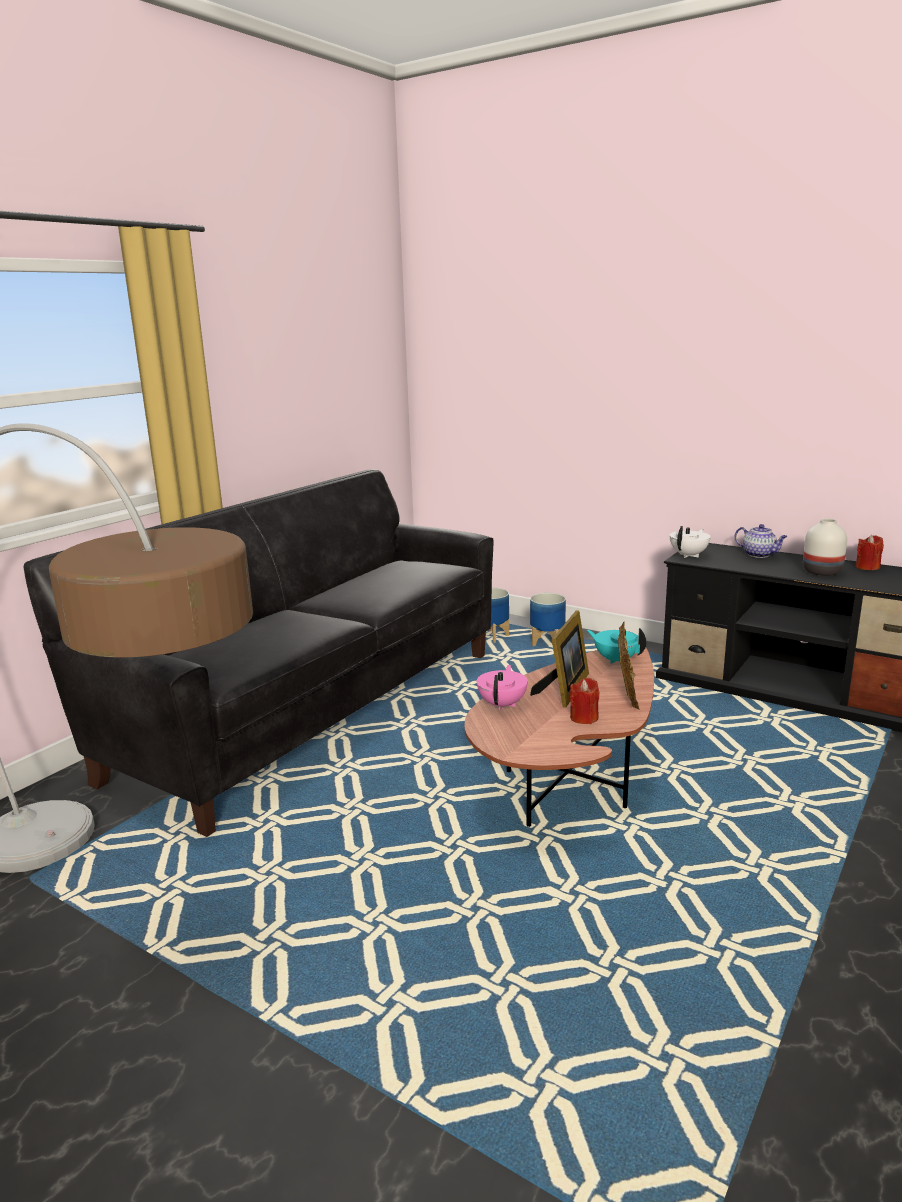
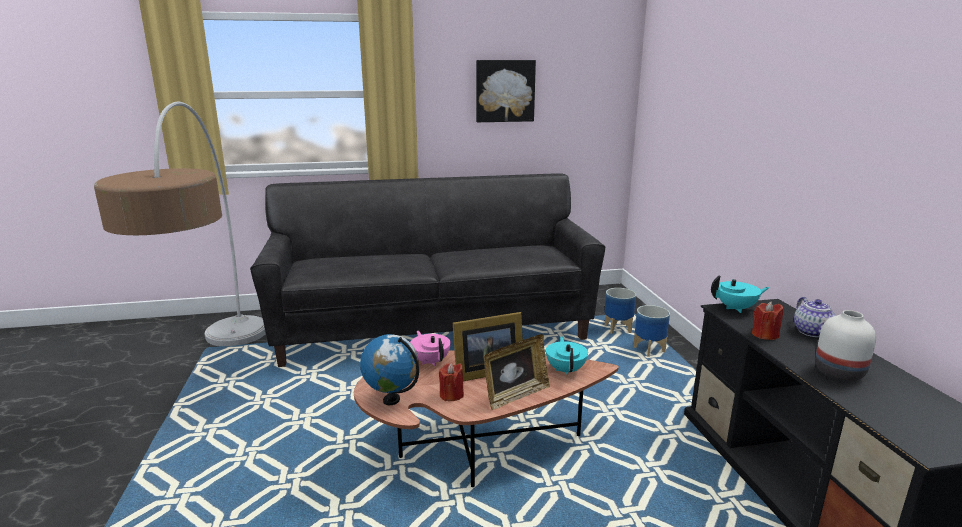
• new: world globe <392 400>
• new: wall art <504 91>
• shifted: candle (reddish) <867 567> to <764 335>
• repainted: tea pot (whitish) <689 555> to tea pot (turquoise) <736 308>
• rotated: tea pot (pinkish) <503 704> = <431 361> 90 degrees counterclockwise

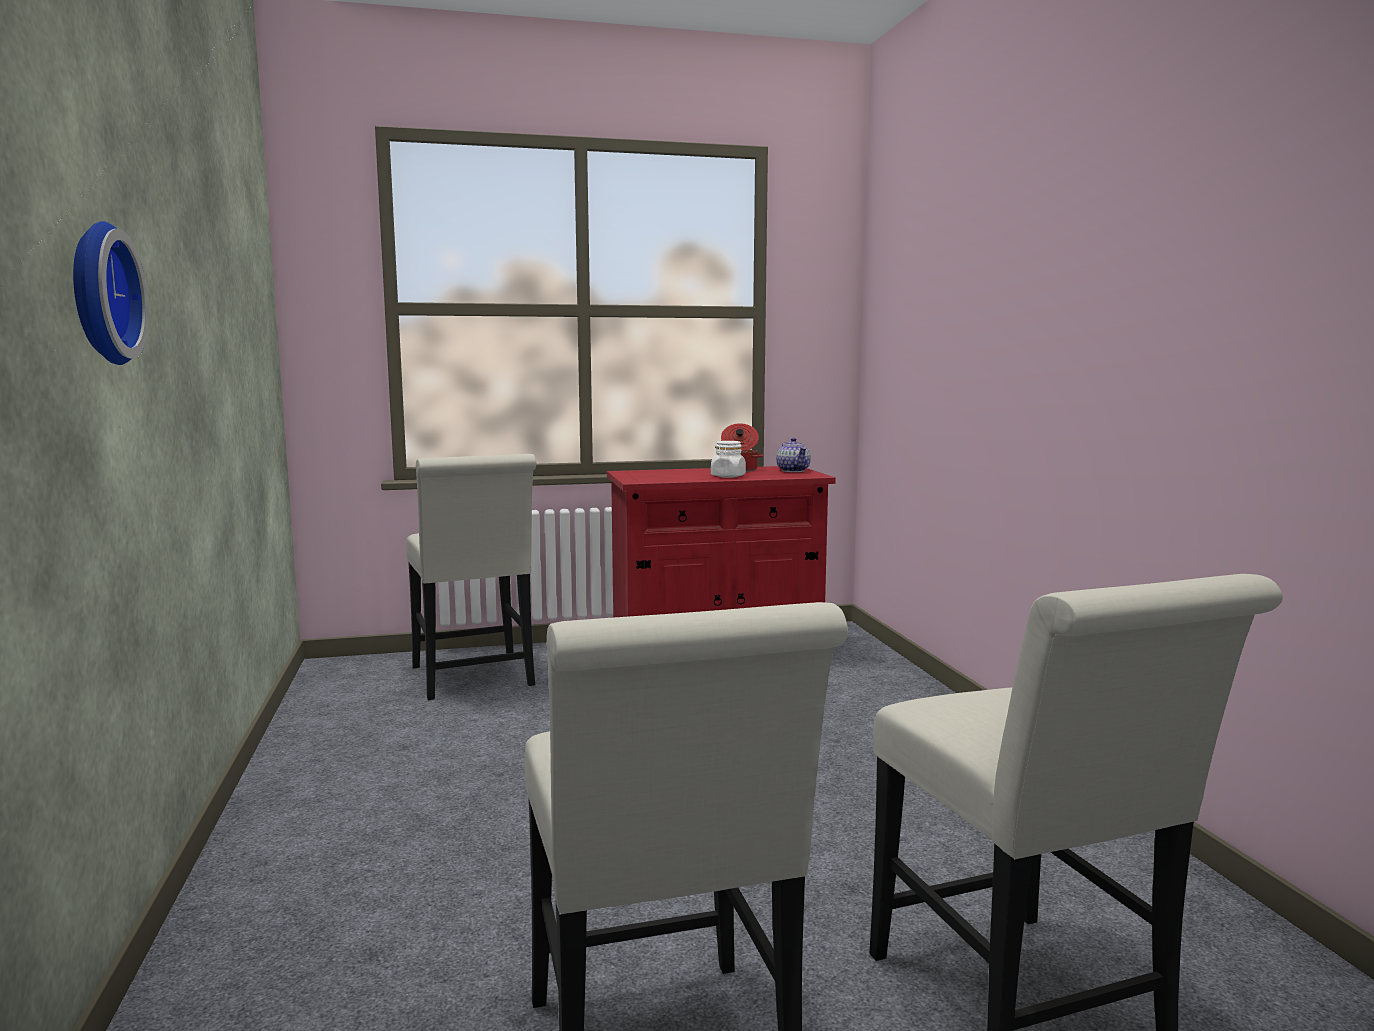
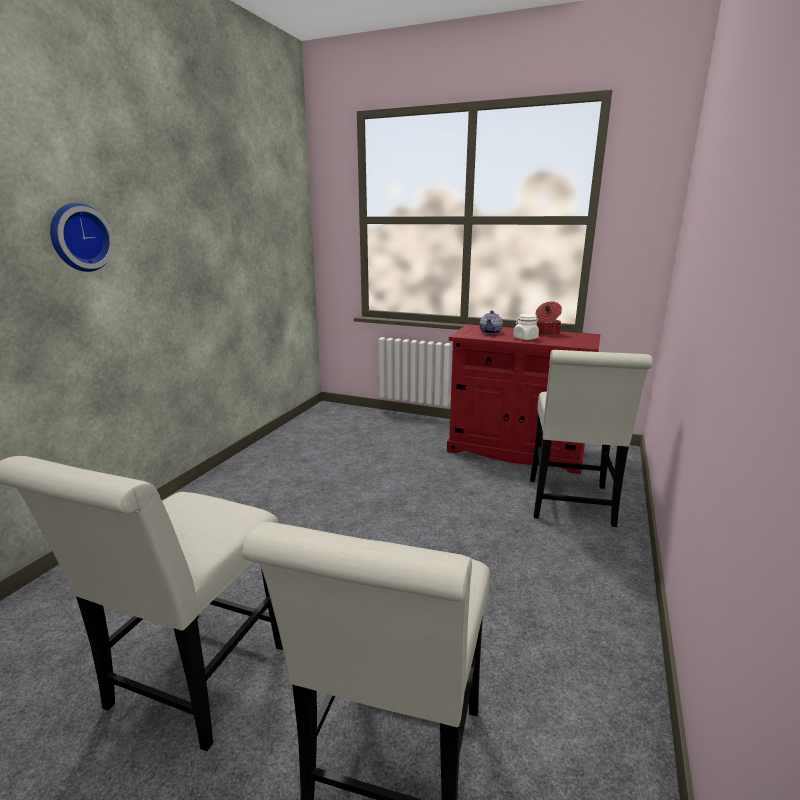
• shifted: chair (whitish) <474 679> to <571 506>
• shifted: tea pot <793 470> to <491 332>

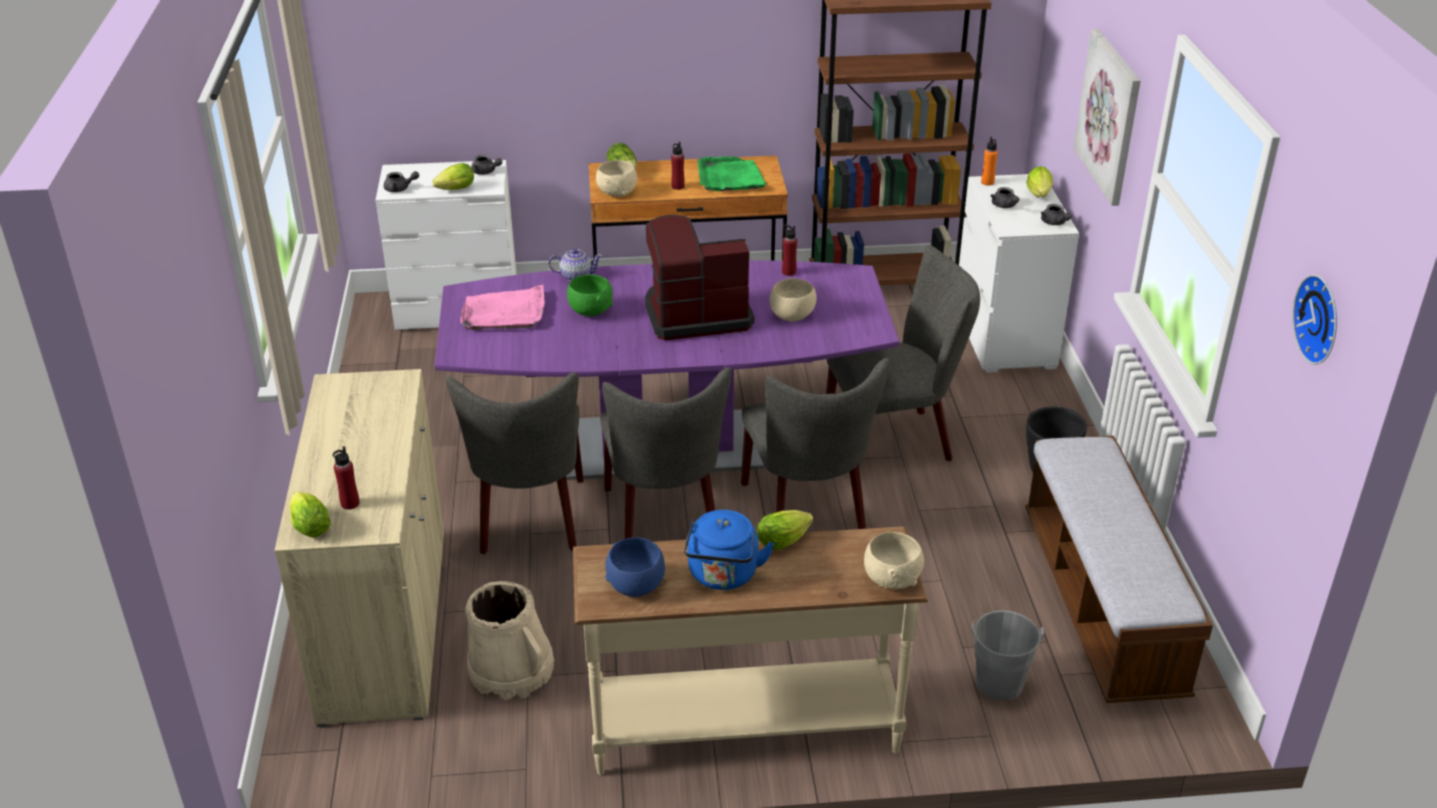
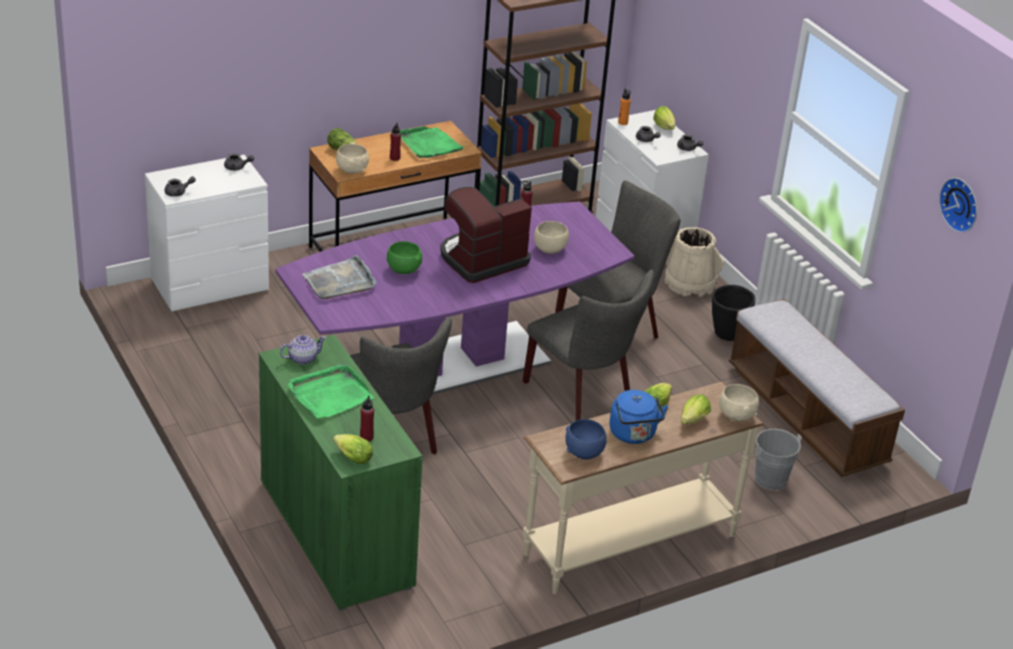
• gone: chair (gray) <665 521>
• gone: wall art <1110 116>
• new: tray (green-coloured) <329 395>
• shifted: lettuce <454 190> to <692 421>
• shifted: water bucket (beige-coloured) <511 669> to <689 283>
• shifted: tea pot <576 276> to <302 358>
• repainted: storage cabinet (beige-coloured) <385 625> to storage cabinet (green-coloured) <336 534>
• repainted: tray (pinkish) <504 312> to tray (gray) <340 281>

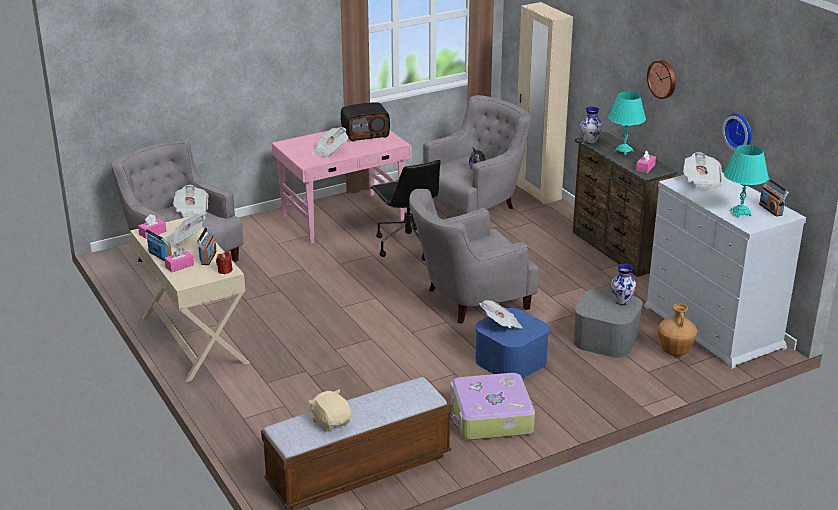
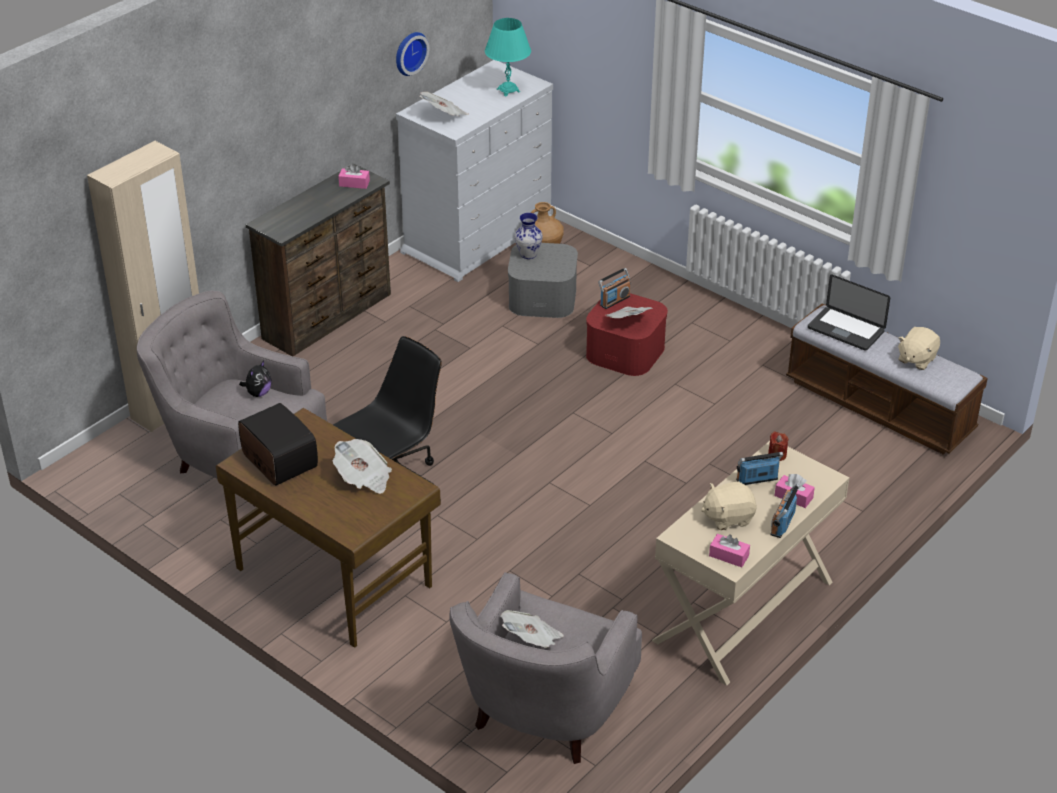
• gone: lounge chair (gray) <469 300>
• gone: suitcase <490 417>
• gone: decorative vase <589 141>
• gone: tabletop lamp (turquoise) <624 151>
• gone: hanging clock <662 79>
• new: notebook computer <846 330>
• shifted: radio set <771 209> to <614 300>
• swapped: daily paper <185 240> to soft toy (beige-coloured) <728 517>
• repainted: desk table (pinkish) <344 218> to desk table (brown) <334 575>
• repainted: storage container (blue) <510 361> to storage container (reddish) <625 351>

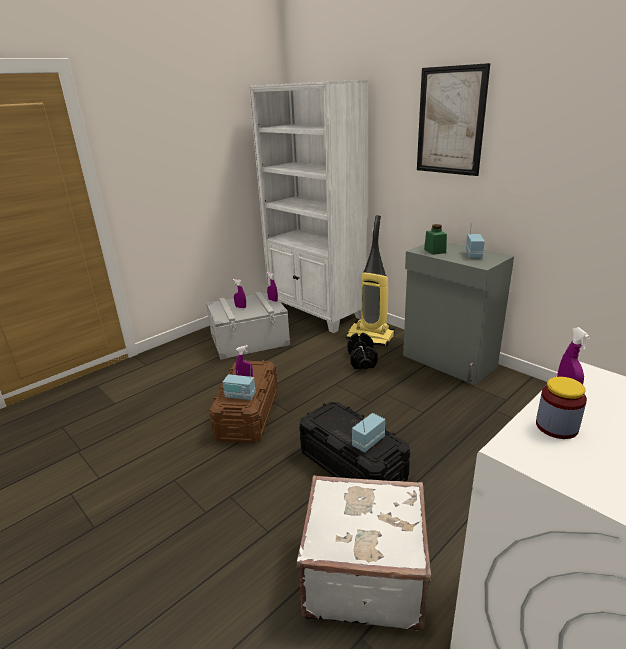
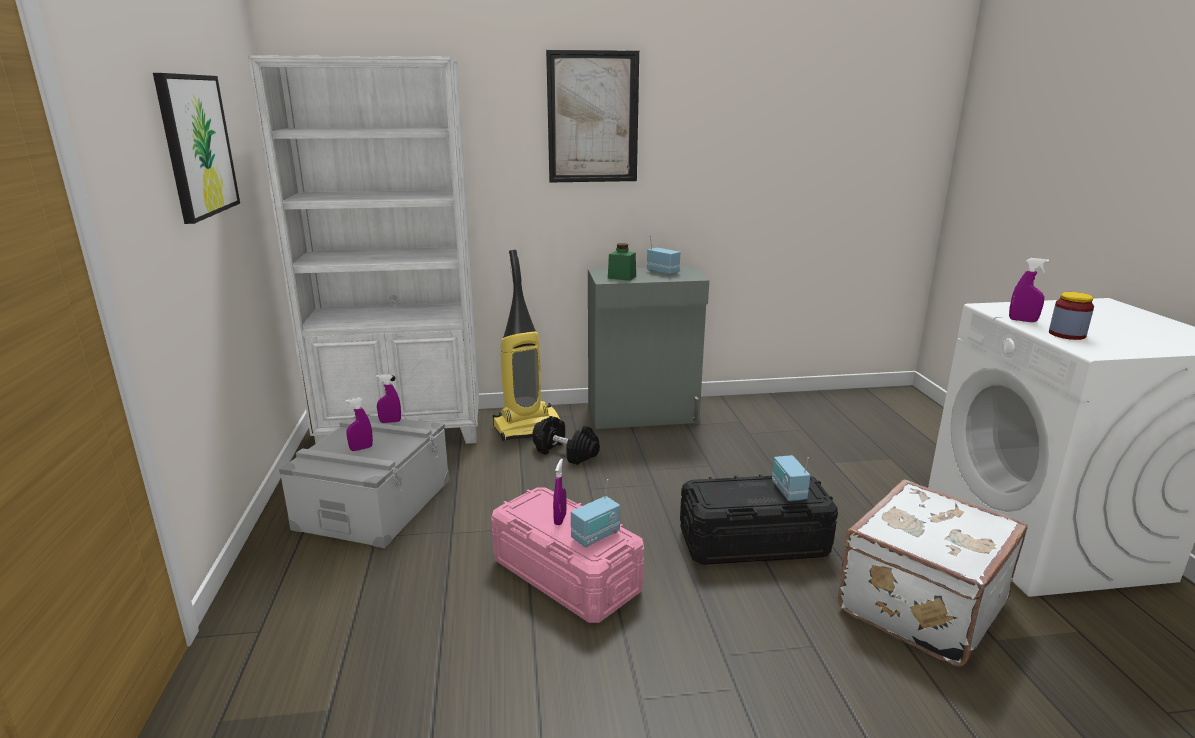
• new: wall art <197 146>
• repainted: storage container (brown) <248 414> to storage container (pinkish) <566 575>

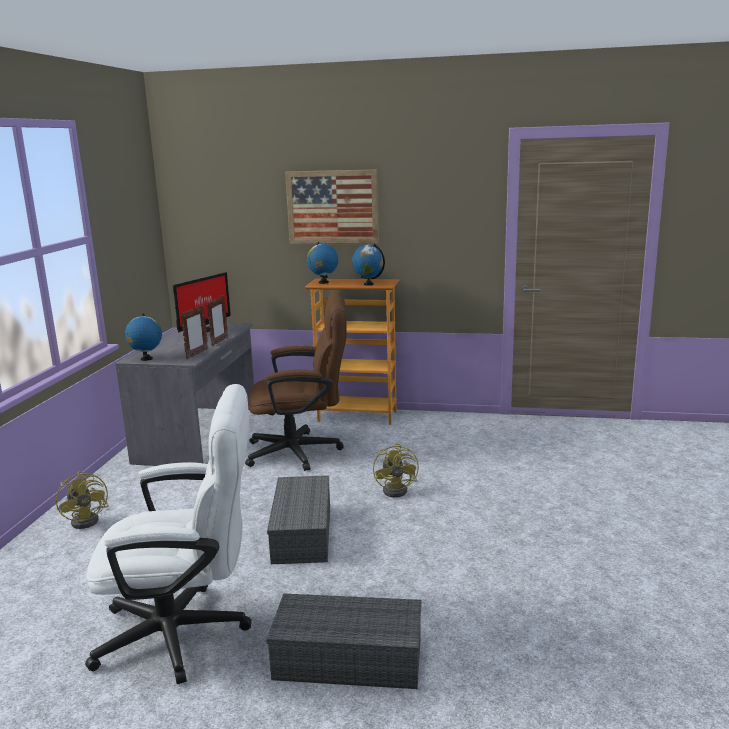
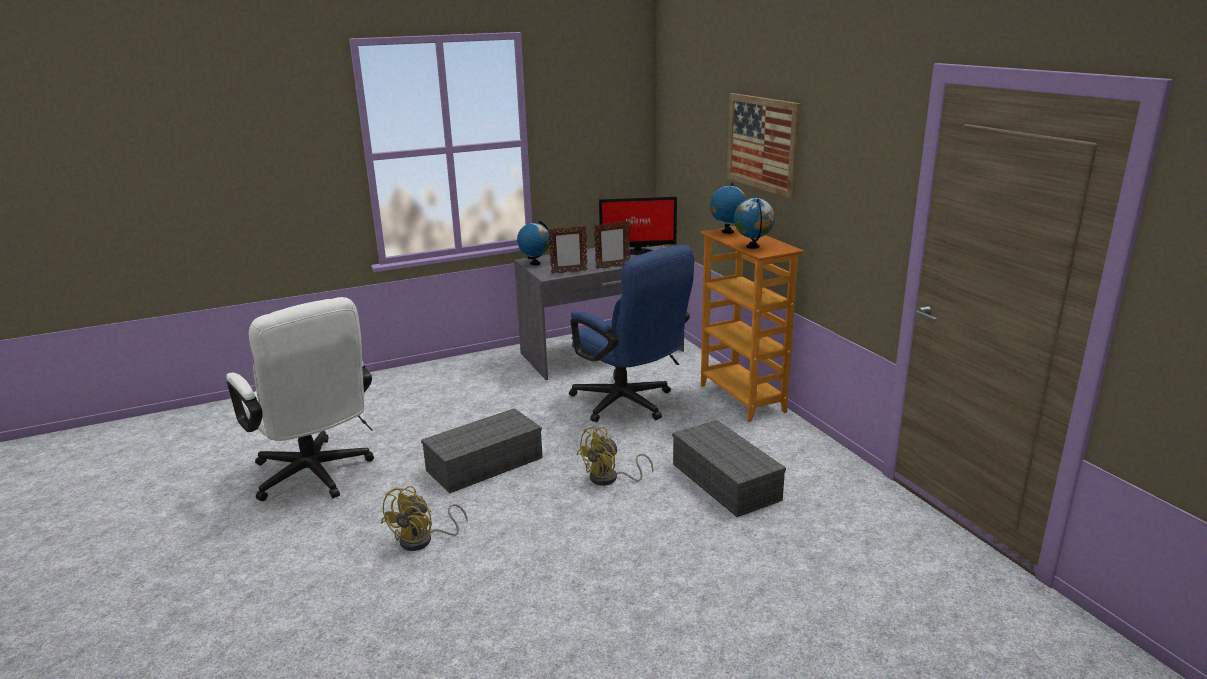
• shifted: cooling fan (yellow-coloured) <89 519> to <423 540>
• shifted: storage container (gray) <350 658> to <727 482>
• repainted: desk chair (brown) <303 451> to desk chair (blue) <628 405>

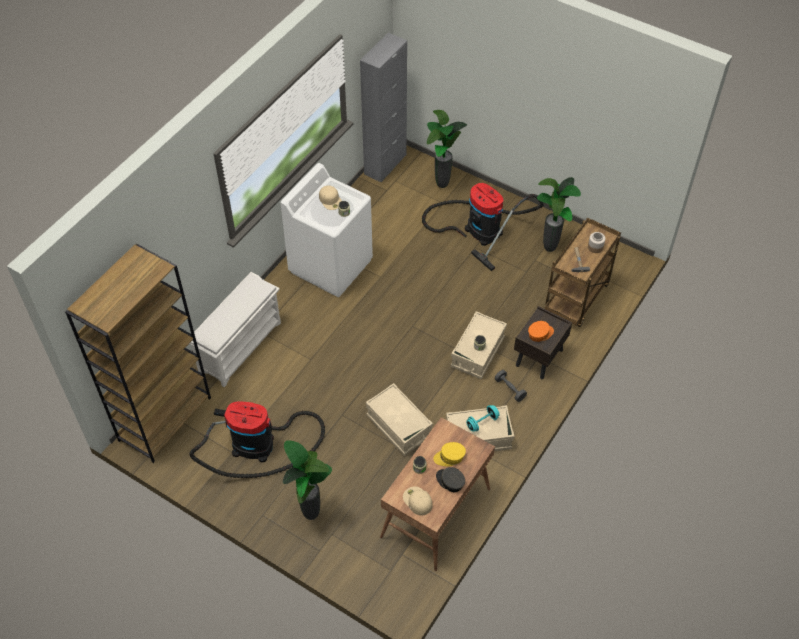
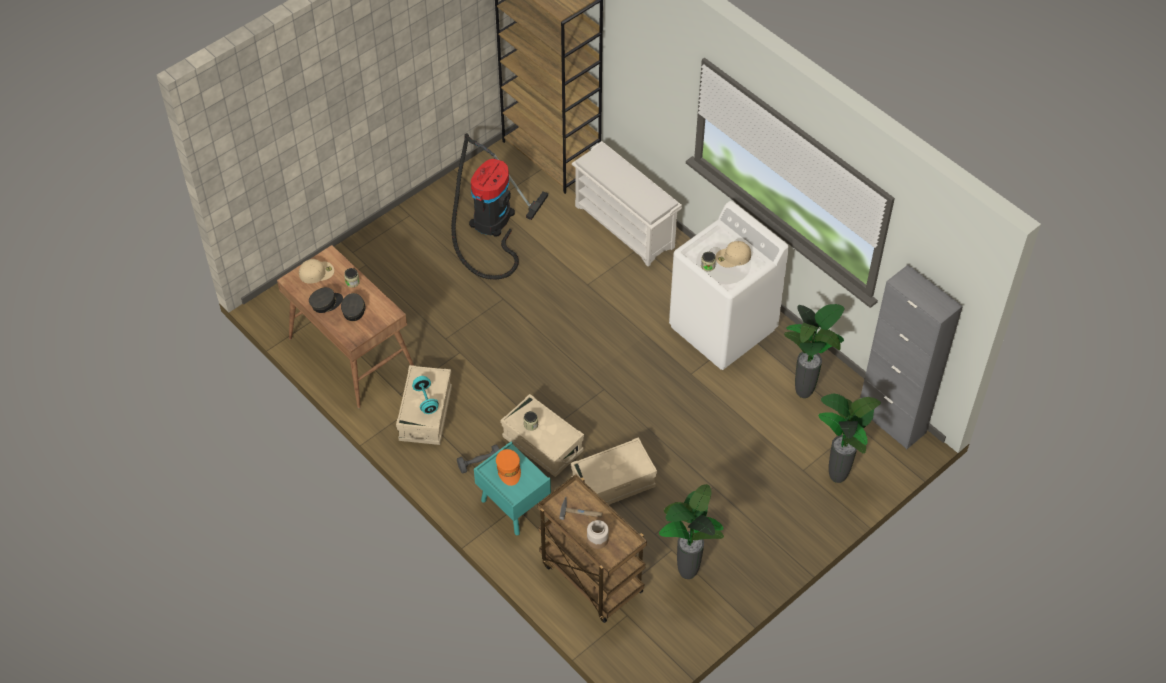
• gone: vacuum <479 229>
• shifted: plant in a pot <311 513> to <805 393>
• shifted: storage container (beige-coloured) <398 426> to <613 484>
• repainted: baseball cap (yellow-coloured) <449 457> to baseball cap (gray) <354 309>
• repainted: bedside table (brown) <539 358> to bedside table (turquoise) <513 506>

